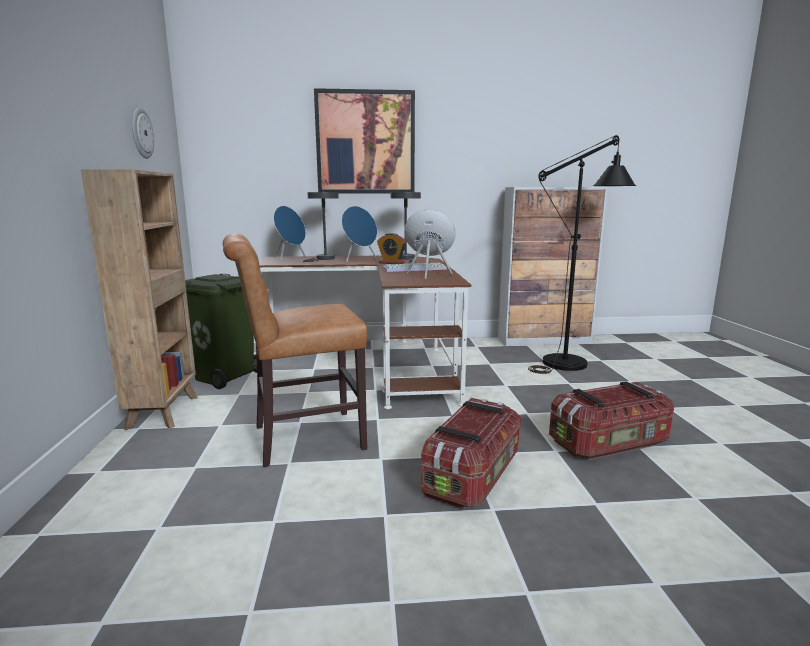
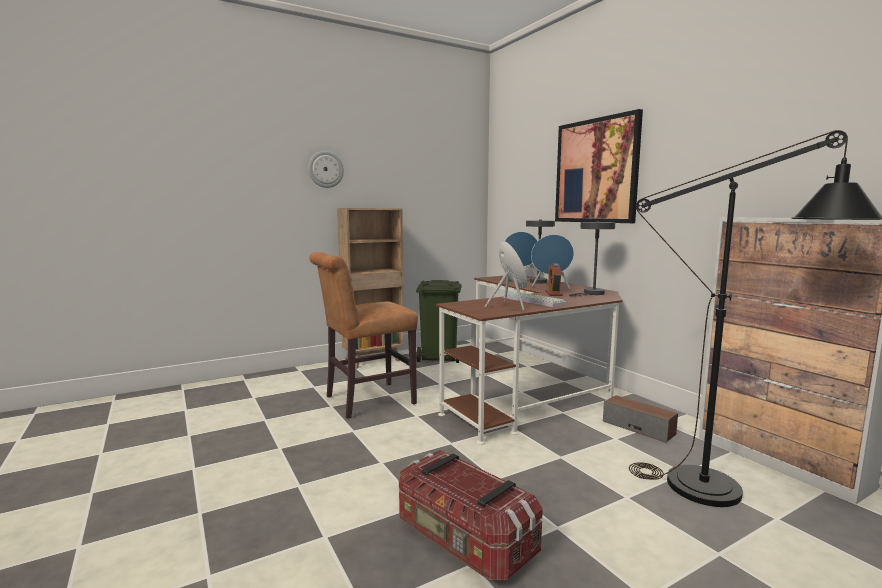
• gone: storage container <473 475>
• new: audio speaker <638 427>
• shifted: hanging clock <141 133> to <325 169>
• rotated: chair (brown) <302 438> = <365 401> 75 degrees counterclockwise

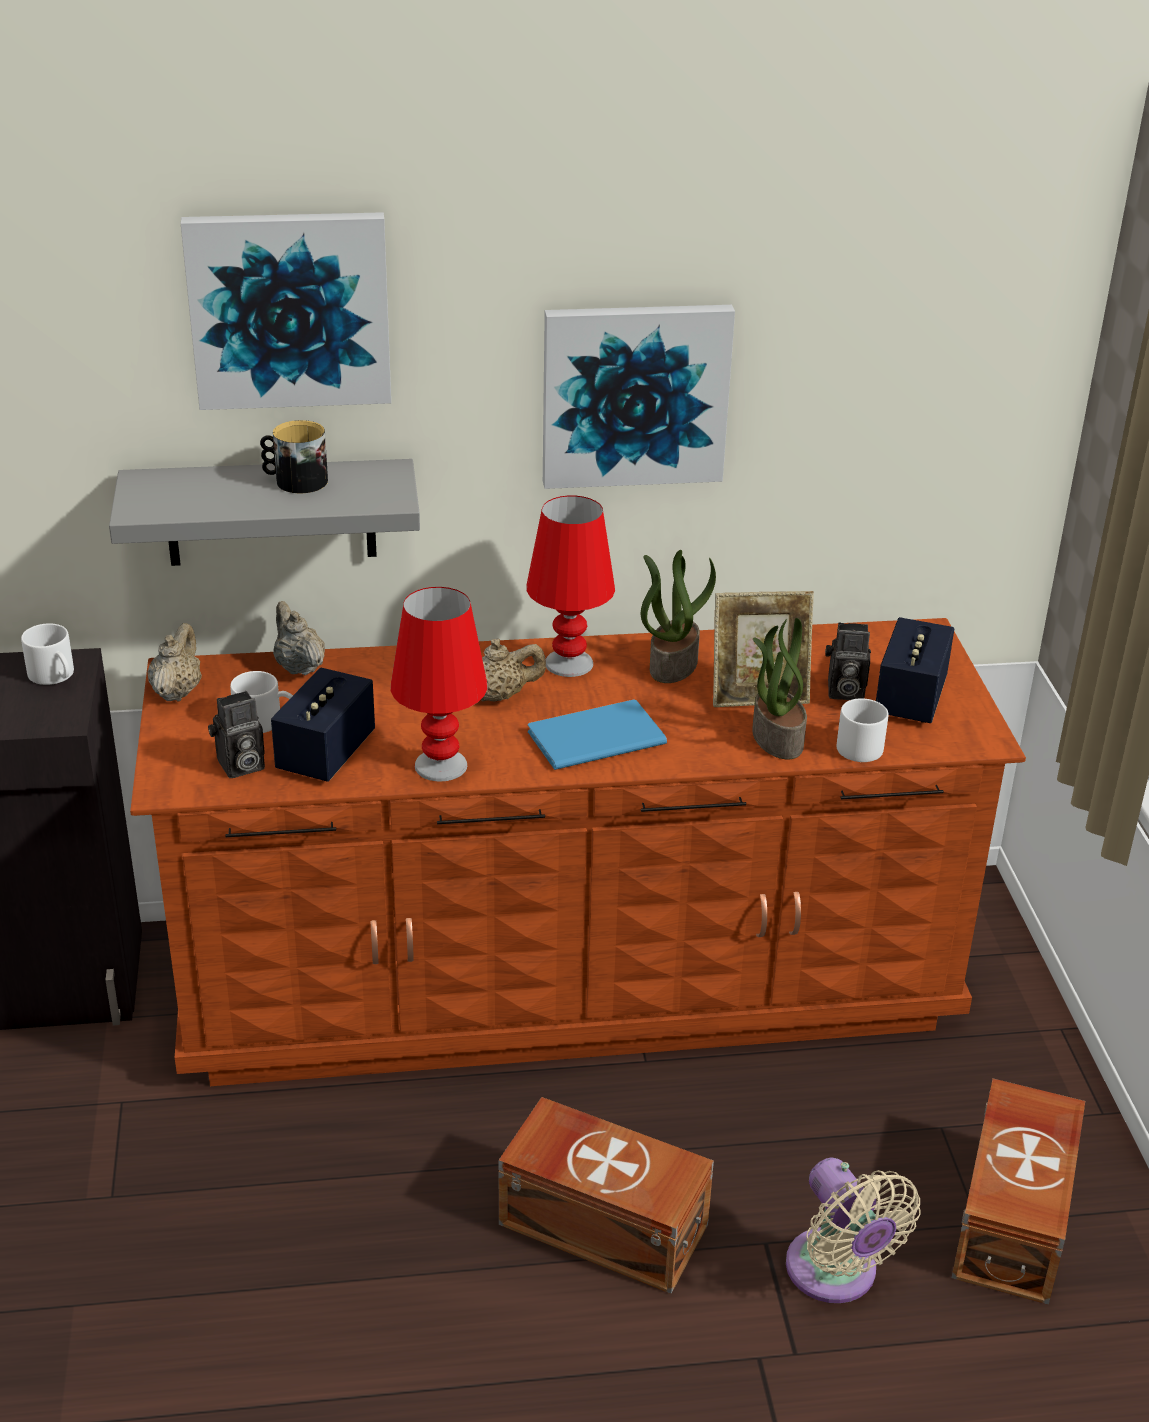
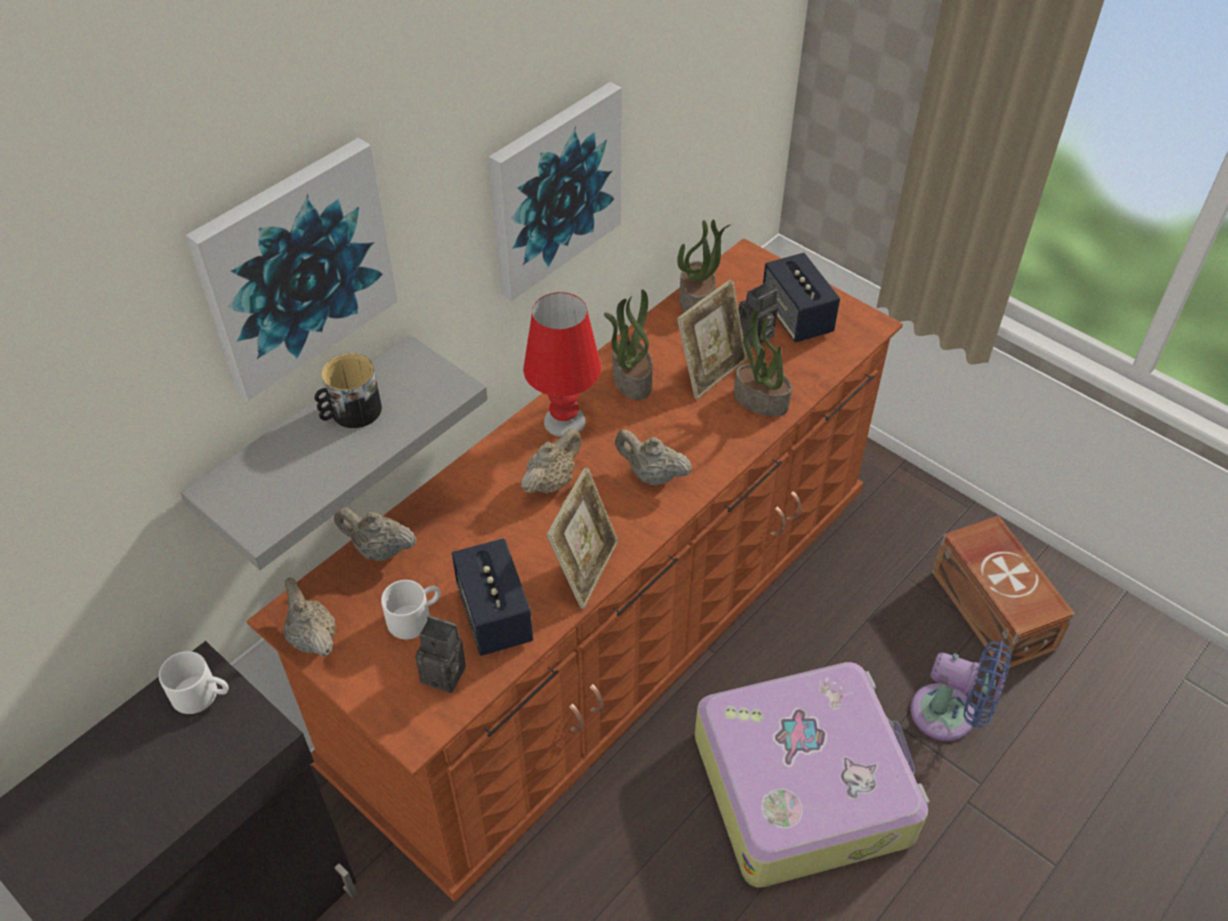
• gone: tea mug (whitish) <862 744>
• new: plant in a pot <697 300>
• swapped: tabletop lamp (reddish) <441 765> to photo frame <585 568>
• swapped: storage container (brown) <602 1221> to suitcase <804 784>
• swapped: bound book (blue) <591 737> to tea pot (beige-coloured) <651 475>
• repainted: cooling fan (beige-coloured) <836 1274> to cooling fan (blue) <950 715>
• rotated: still camera <239 767> = <447 672> 90 degrees counterclockwise

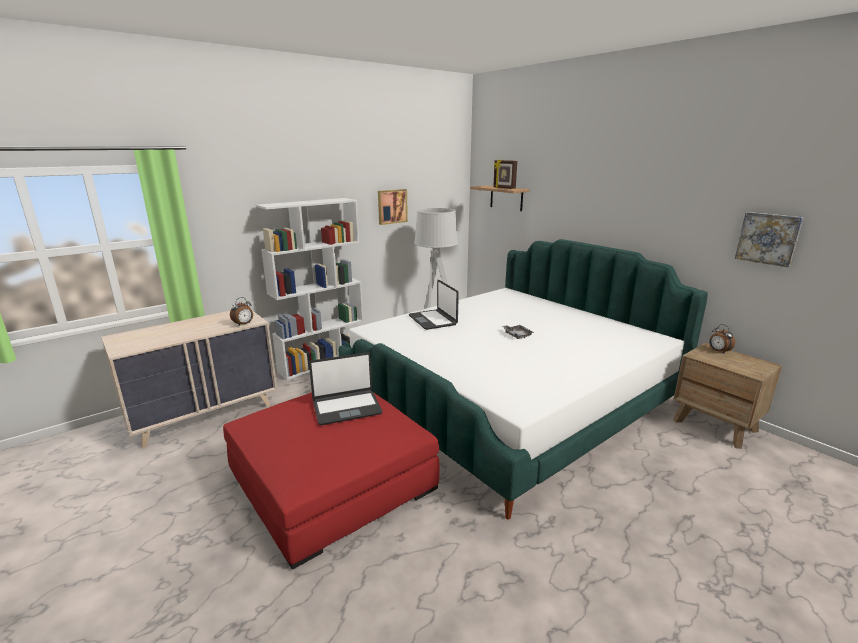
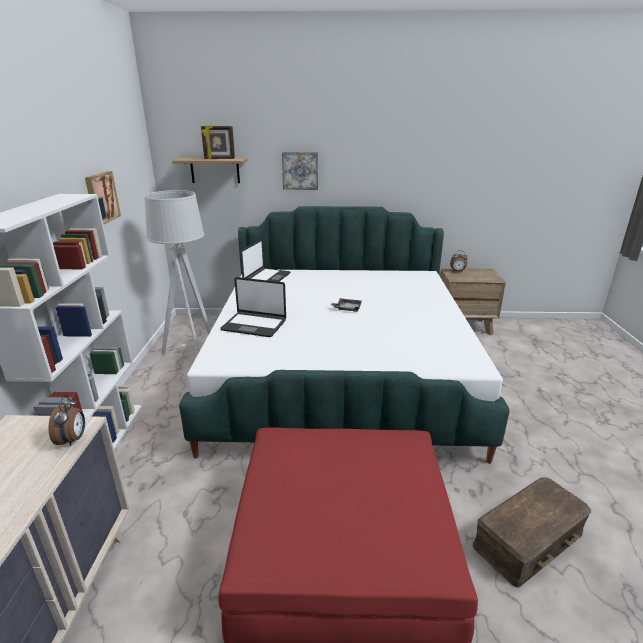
• new: storage container (brown) <529 540>
• shifted: notebook computer <346 408> to <266 278>
• shifted: wall art <768 238> to <300 170>

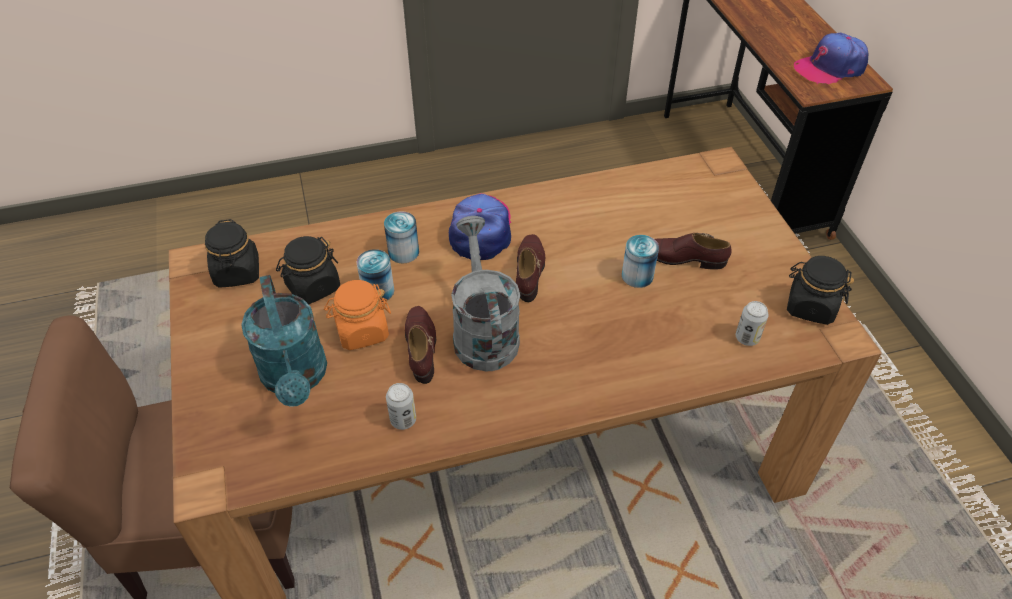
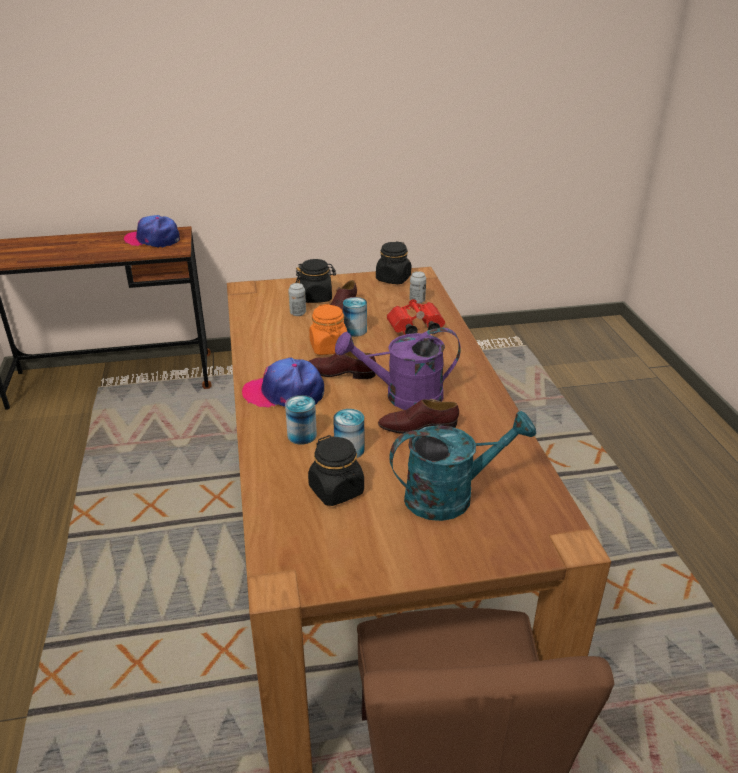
• new: binoculars (reddish) <414 329>
• shifted: jar (blackish) <237 272> to <316 297>
• shifted: jar (orangey) <362 331> to <329 347>
• shifted: metal can <403 420> to <298 313>
• repainted: watering can (gray) <483 331> to watering can (purple-coloured) <403 397>
• rotated: baseball cap <830 68> = <153 240> 120 degrees clockwise

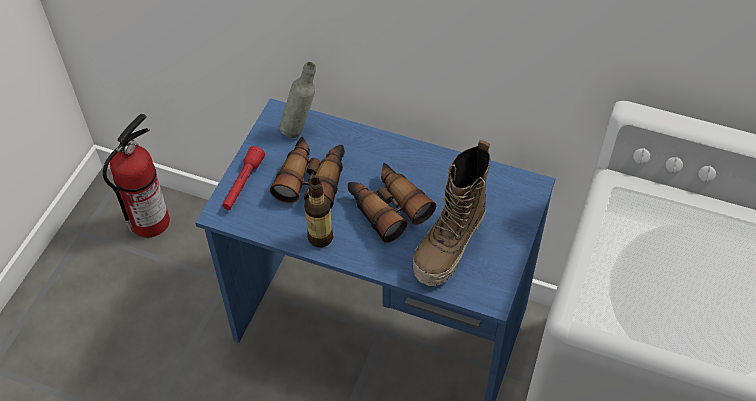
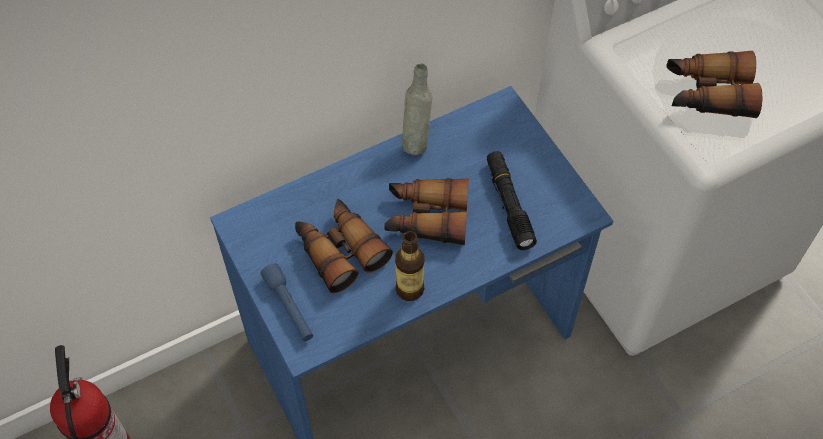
• new: binoculars <707 94>
• shifted: bottle (gray) <300 129> to <416 140>
• swapped: boot <449 247> to torch (blackish) <509 204>
• repainted: torch (reddish) <243 184> to torch (blue) <289 307>

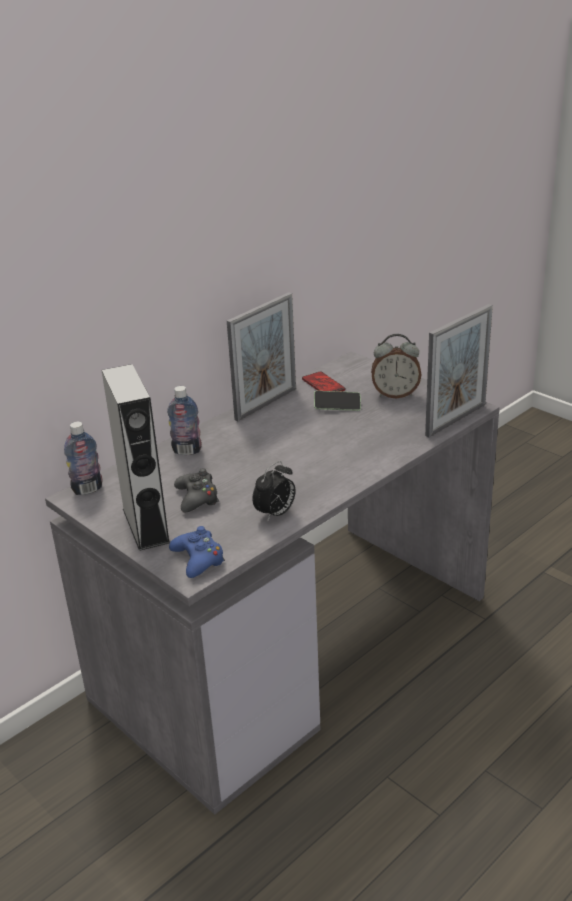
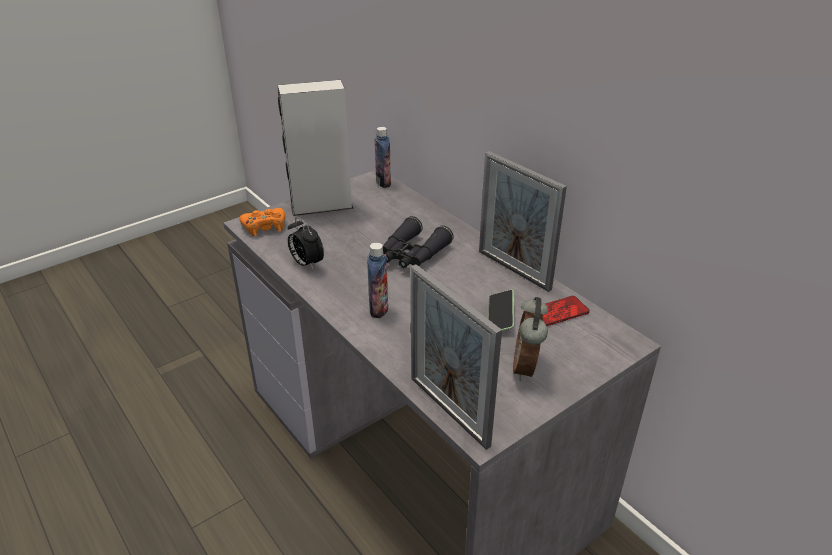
• gone: joypad (blackish) <197 498>
• new: binoculars (blackish) <412 254>
• shifted: bottle <187 451> to <378 309>
• repainted: joypad (blue) <198 559> to joypad (orangey) <264 226>

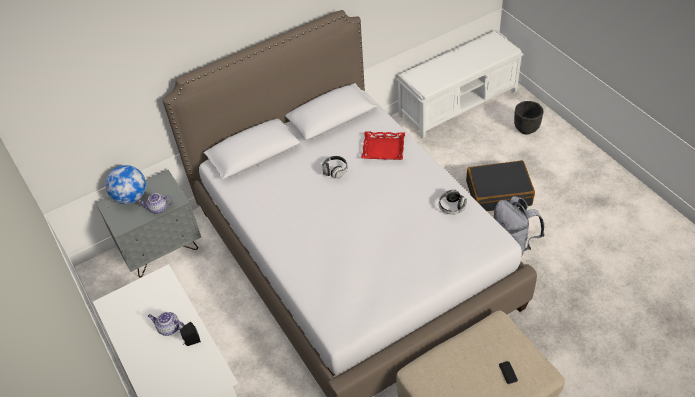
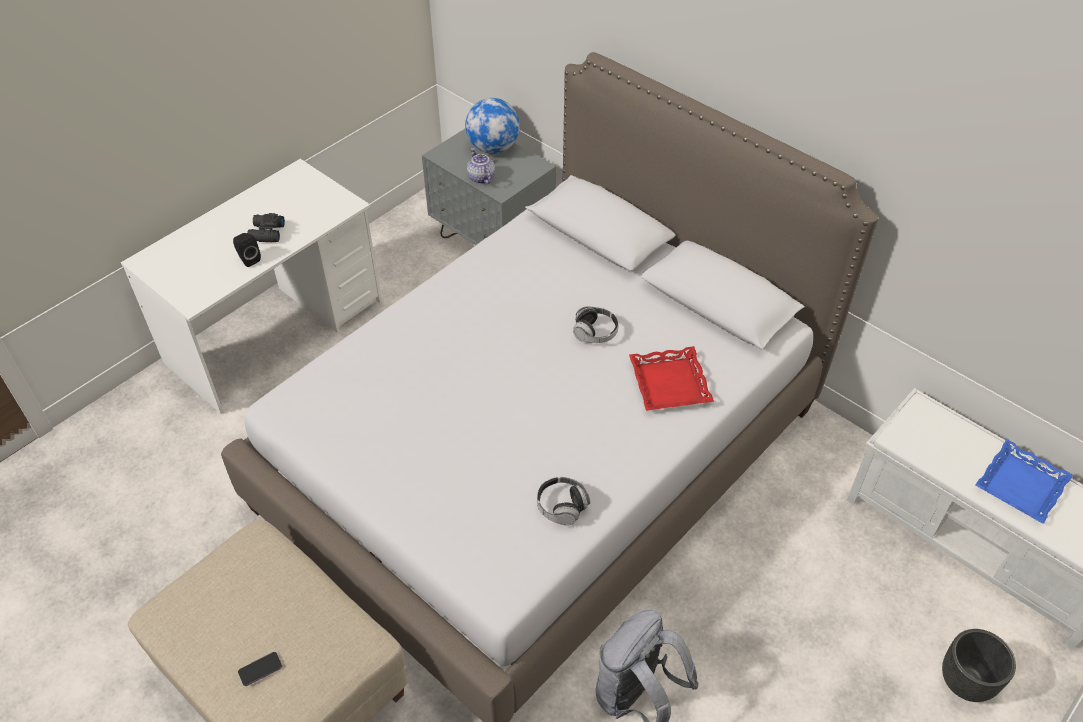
• gone: suitcase (blackish) <498 193>
• new: tray (blue) <1020 485>
• swapped: tea pot <168 328> to binoculars (blackish) <266 233>

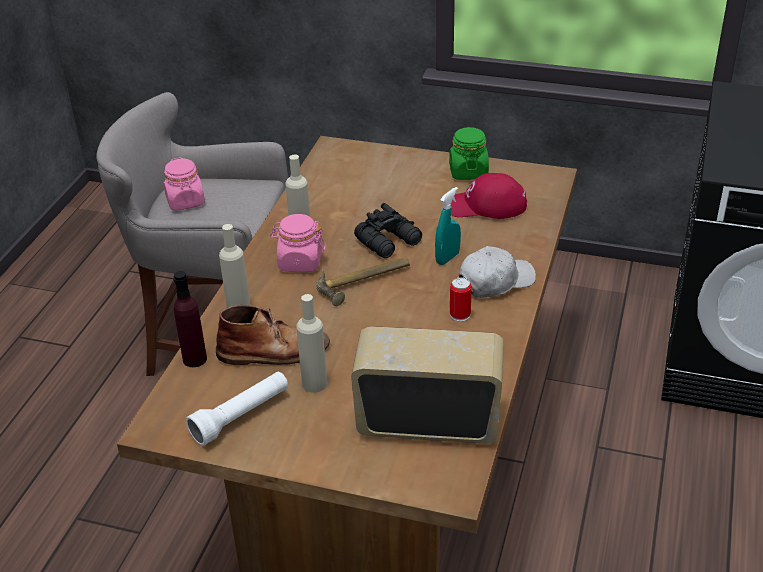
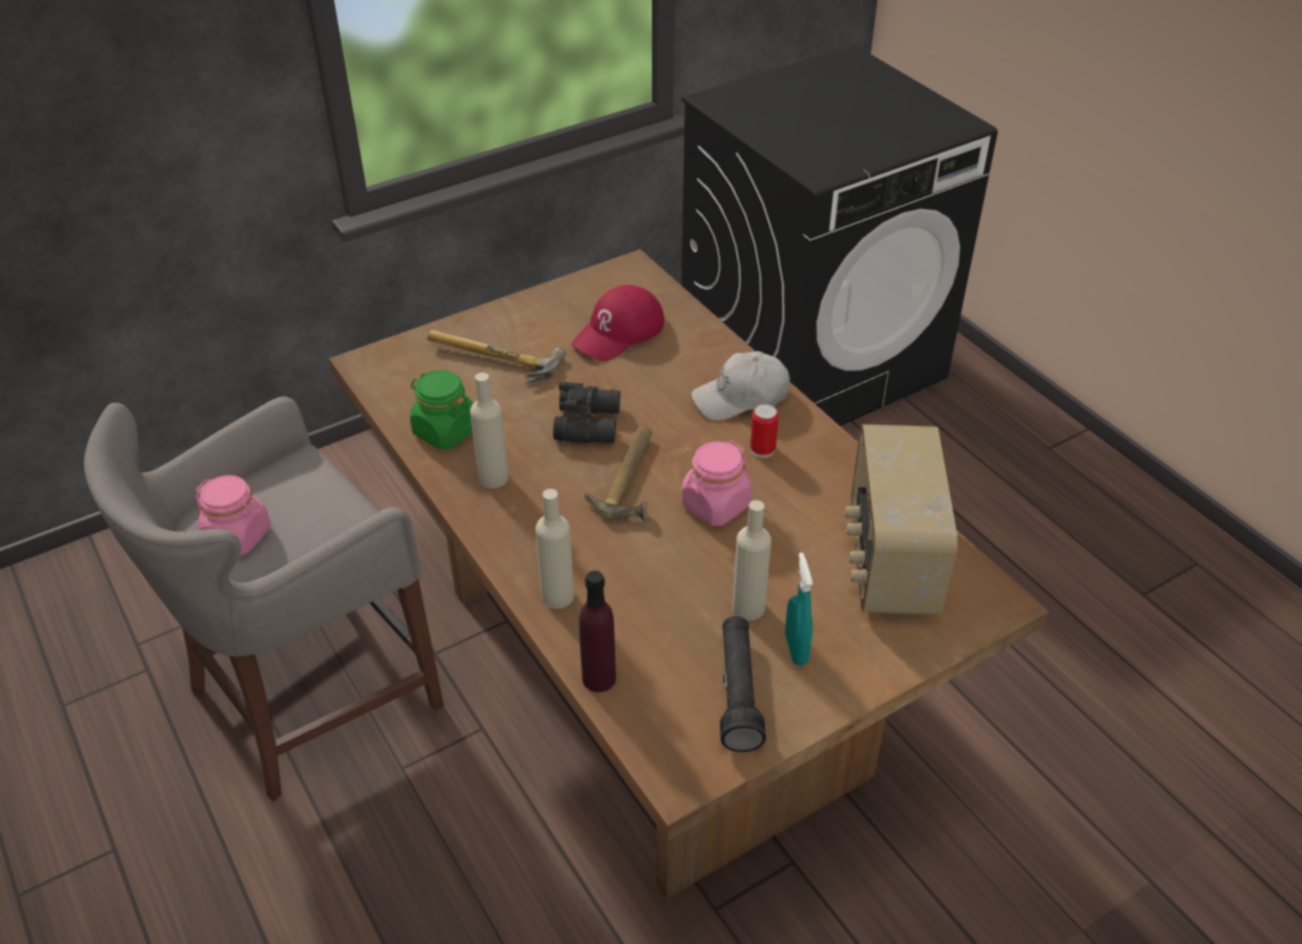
• gone: boot (brown) <274 351>
• new: hammer <492 362>
• shifted: jar (pinkish) <300 262> to <715 505>
• shifted: spray bottle (turquoise) <447 258> to <796 649>
• shifted: jar (green-coloured) <468 172> to <445 431>
• repainted: torch (whitish) <241 416> to torch (blackish) <738 692>
• rotated: radio set <428 420> = <889 561> 45 degrees counterclockwise
• rotated: baseball cap (whitish) <495 281> = <741 398> 120 degrees counterclockwise

